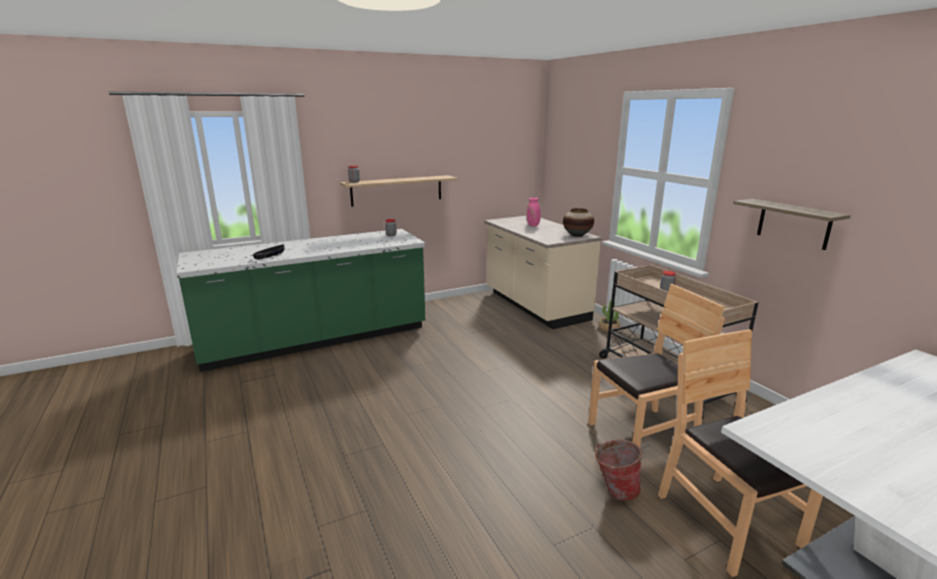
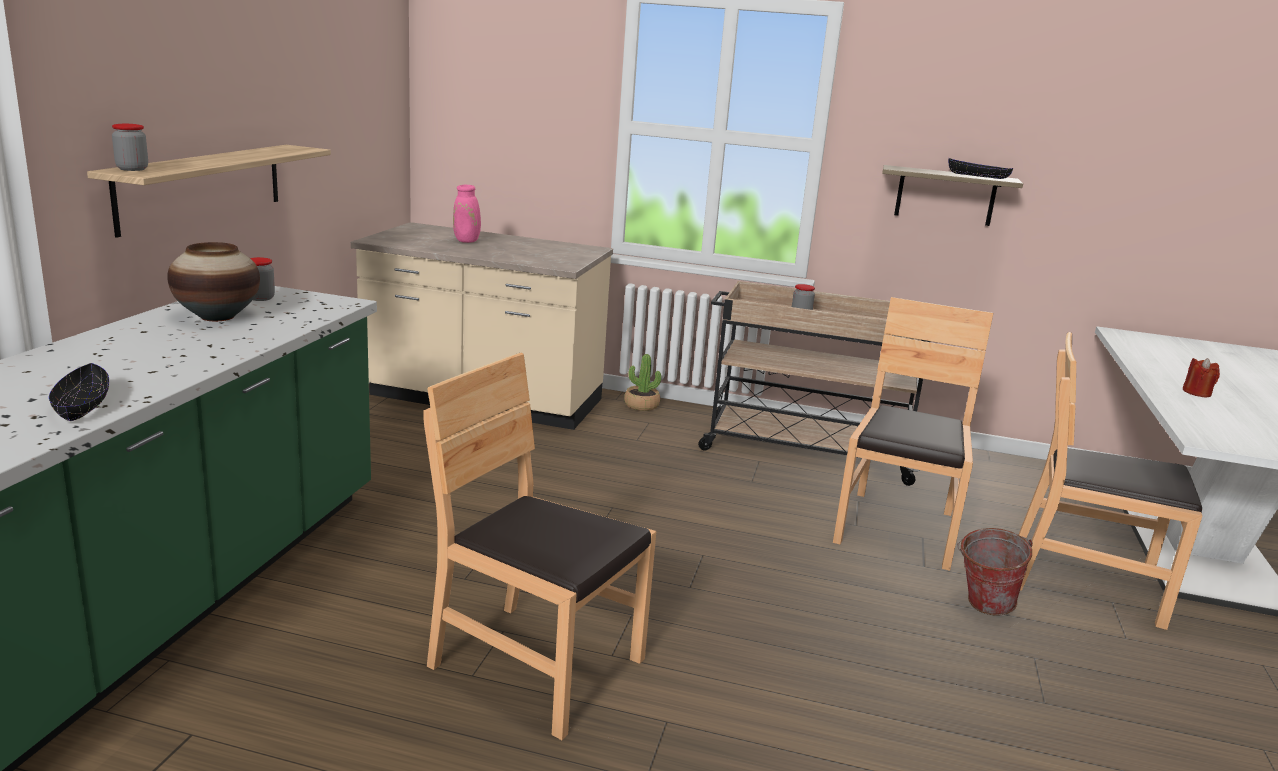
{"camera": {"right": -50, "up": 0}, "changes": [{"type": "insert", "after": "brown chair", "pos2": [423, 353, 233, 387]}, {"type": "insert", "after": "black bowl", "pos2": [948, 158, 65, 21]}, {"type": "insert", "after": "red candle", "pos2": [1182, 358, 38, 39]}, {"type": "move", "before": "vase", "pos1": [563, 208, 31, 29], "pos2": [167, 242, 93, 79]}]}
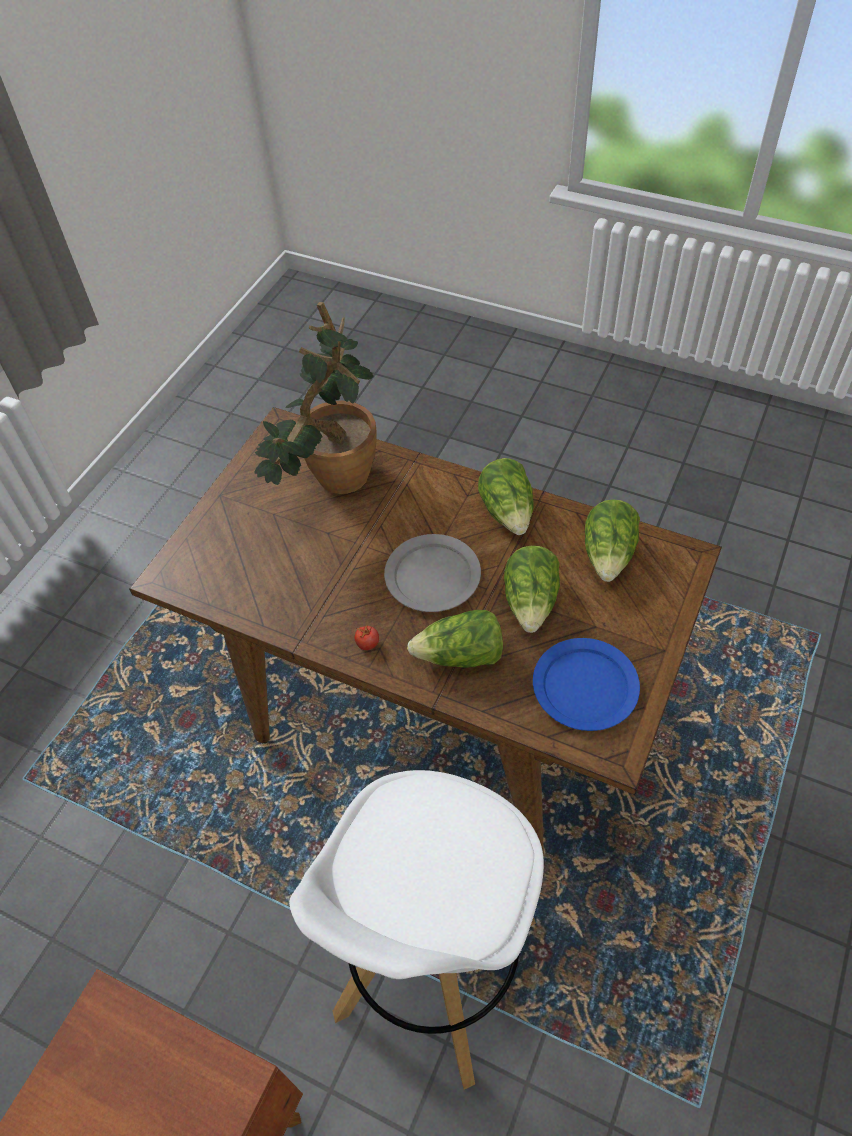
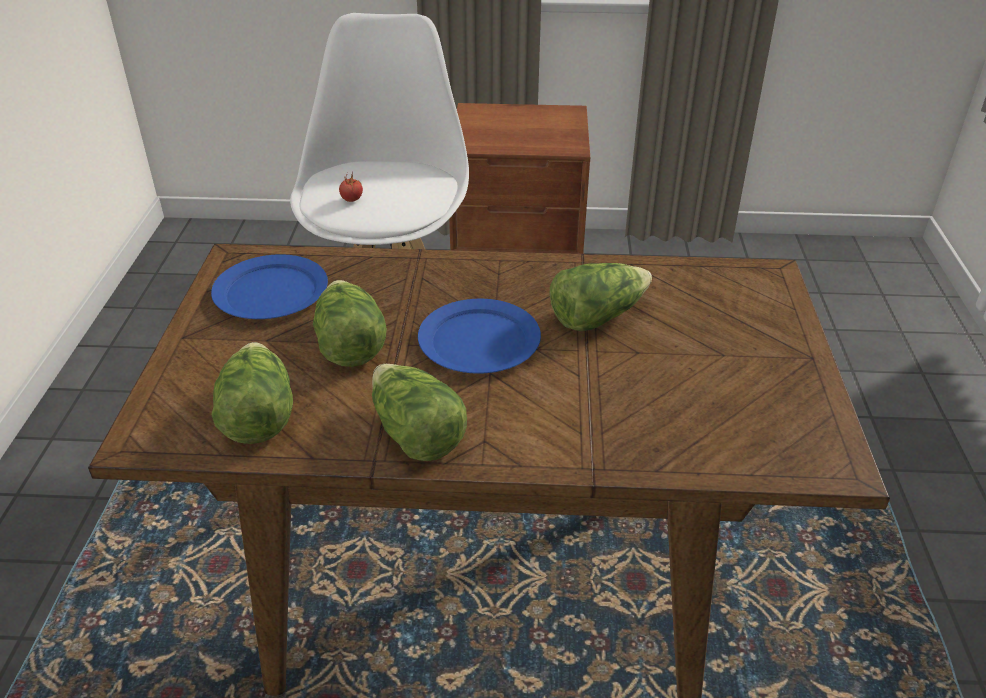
{"camera": {"right": 155, "up": -15}, "changes": [{"type": "delete", "before": "potted plant", "pos1": [254, 302, 123, 192]}, {"type": "move", "before": "tomato", "pos1": [354, 625, 25, 25], "pos2": [339, 173, 24, 29]}, {"type": "move", "before": "lettuce", "pos1": [407, 610, 96, 58], "pos2": [550, 263, 102, 69]}, {"type": "recolor", "before": "grey plate", "after": "blue plate", "pos1": [384, 534, 97, 78], "pos2": [418, 299, 123, 75]}]}
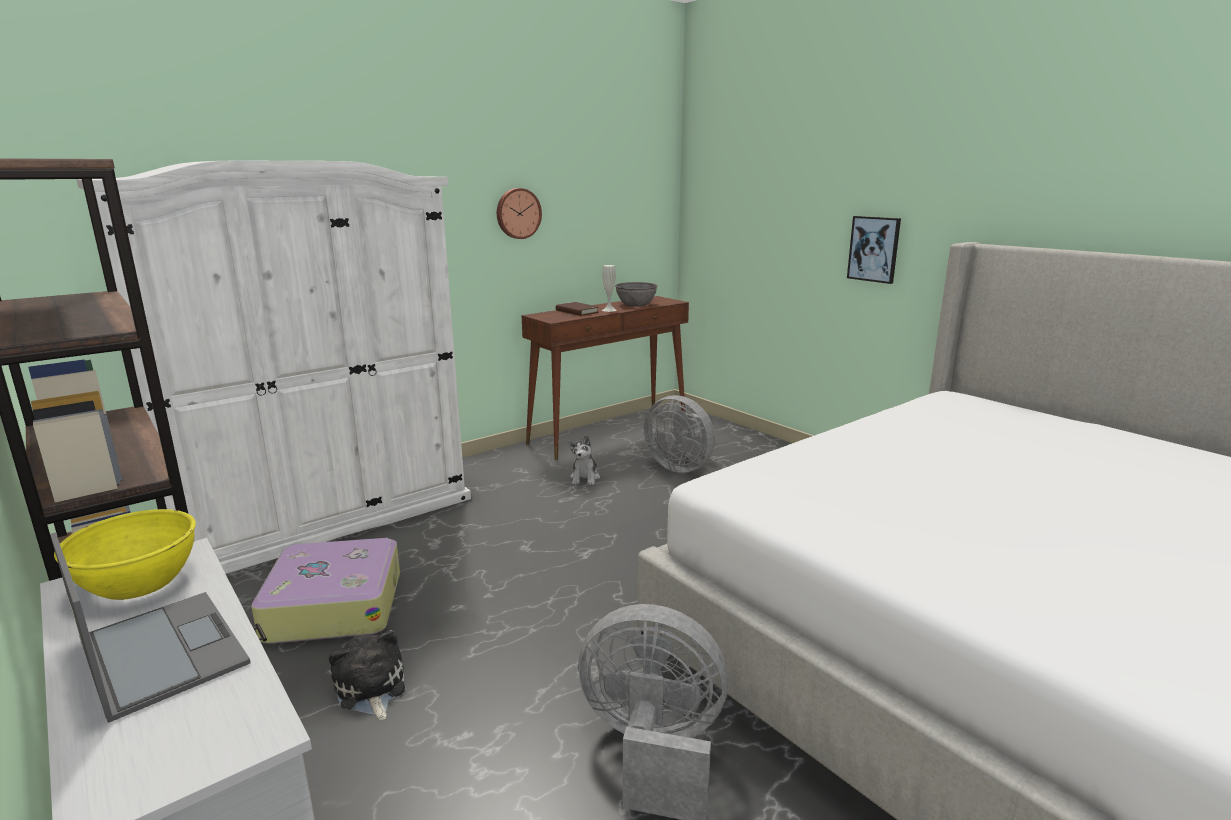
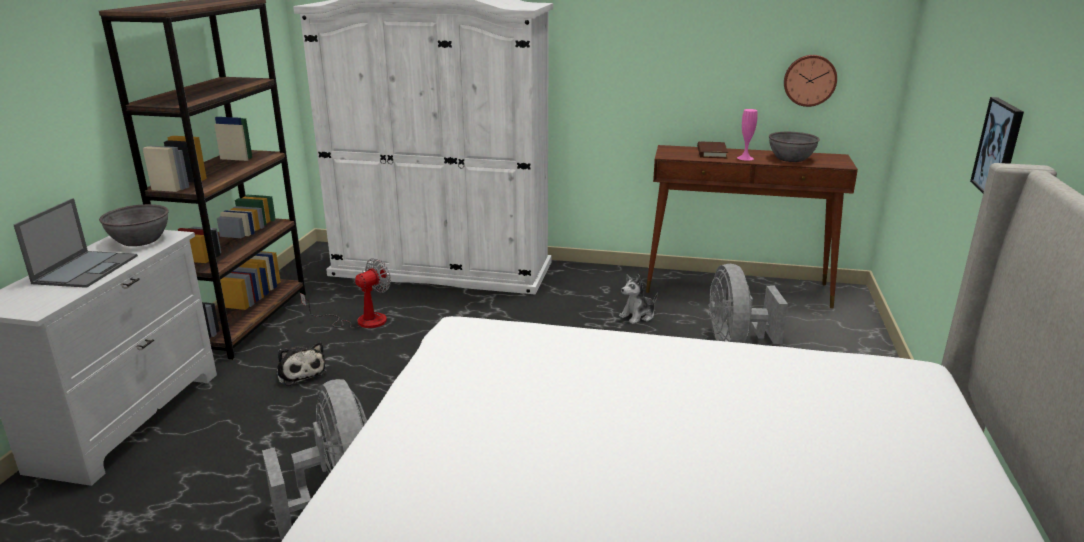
{"camera": {"right": 50, "up": 5}, "changes": [{"type": "move", "before": "wall clock", "pos1": [497, 188, 45, 51], "pos2": [784, 55, 53, 52]}, {"type": "replace", "before": "suitcase", "after": "fan", "pos1": [251, 538, 149, 106], "pos2": [300, 258, 91, 71]}, {"type": "recolor", "before": "yellow bowl", "after": "grey bowl", "pos1": [54, 509, 142, 91], "pos2": [99, 204, 70, 42]}, {"type": "recolor", "before": "white vase", "after": "pink vase", "pos1": [602, 265, 15, 47], "pos2": [737, 109, 21, 52]}, {"type": "rotate", "before": "plush toy", "pos1": [329, 630, 76, 90], "pos2": [276, 341, 51, 45], "turn": 120}]}
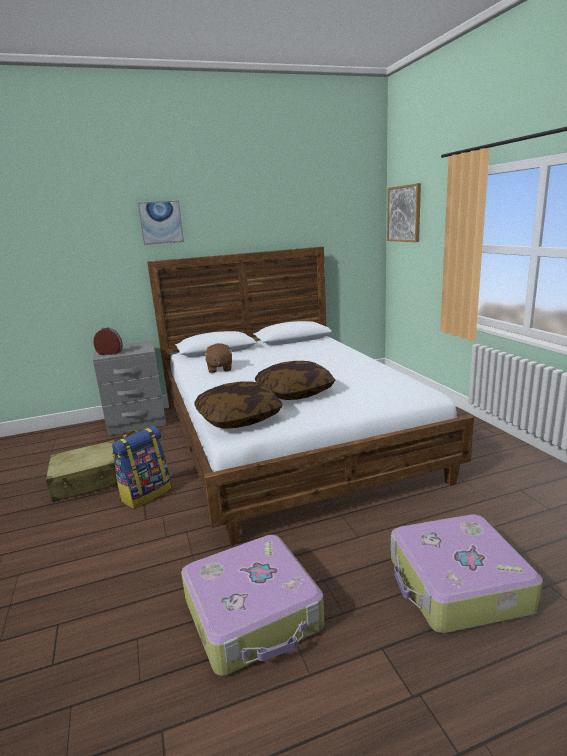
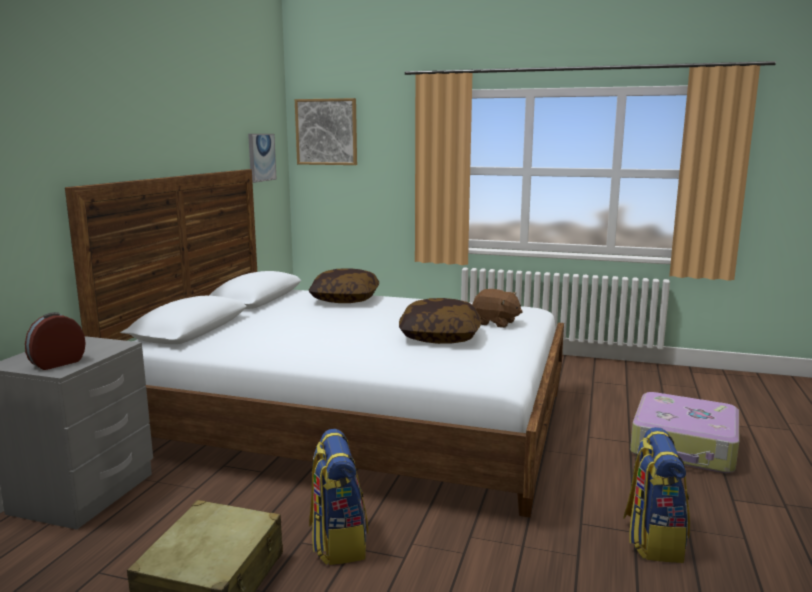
{"camera": {"right": -55, "up": -5}, "changes": [{"type": "move", "before": "picture", "pos1": [138, 201, 46, 44], "pos2": [248, 134, 29, 49]}, {"type": "move", "before": "pillow", "pos1": [194, 381, 89, 48], "pos2": [309, 268, 70, 35]}, {"type": "move", "before": "brown plush toy", "pos1": [203, 343, 30, 30], "pos2": [472, 289, 51, 39]}, {"type": "replace", "before": "suitcase", "after": "backpack", "pos1": [181, 535, 143, 141], "pos2": [623, 427, 67, 136]}]}
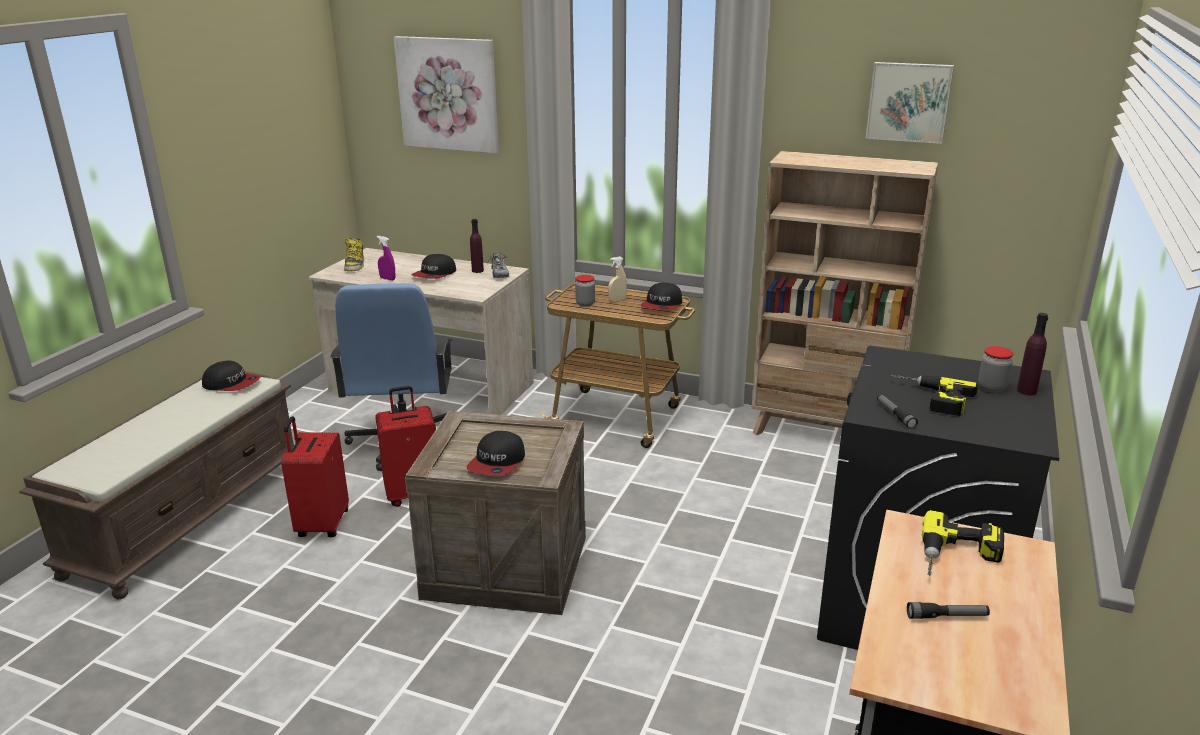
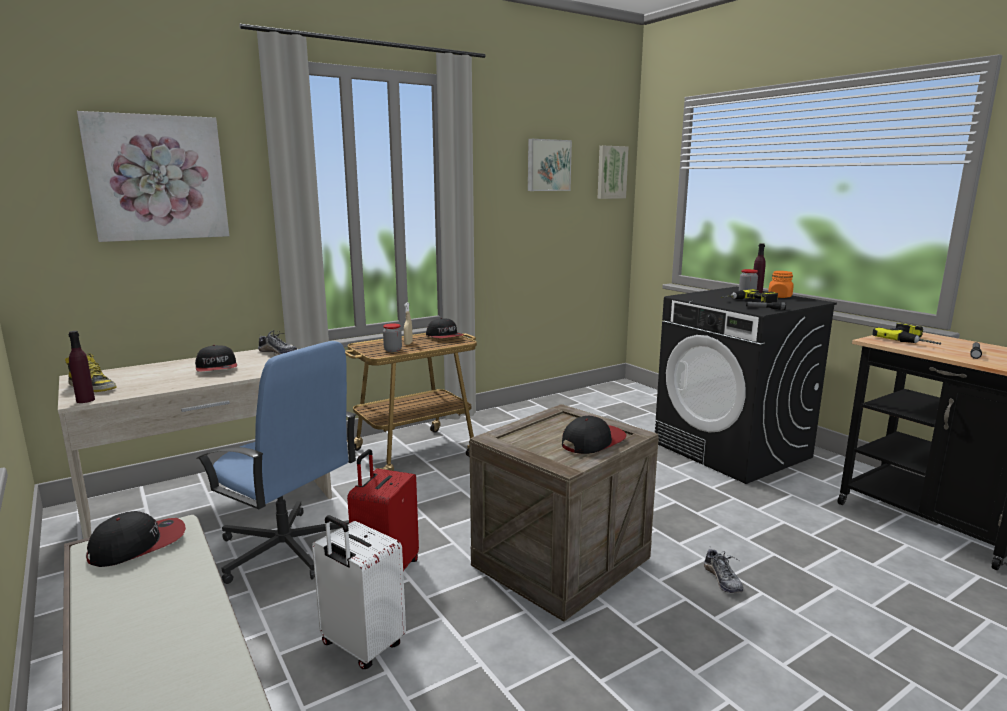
{"camera": {"right": -55, "up": -10}, "changes": [{"type": "delete", "before": "purple spray bottle", "pos1": [377, 236, 18, 44]}, {"type": "delete", "before": "beige bookcase", "pos1": [752, 151, 186, 284]}, {"type": "insert", "after": "picture", "pos2": [598, 146, 31, 53]}, {"type": "insert", "after": "shoe", "pos2": [704, 549, 39, 44]}, {"type": "insert", "after": "orange jar", "pos2": [768, 271, 26, 27]}, {"type": "move", "before": "purple bottle", "pos1": [470, 219, 14, 54], "pos2": [68, 331, 27, 72]}, {"type": "recolor", "before": "red suitcase", "after": "white suitcase", "pos1": [281, 416, 68, 121], "pos2": [312, 515, 94, 154]}, {"type": "rotate", "before": "cap", "pos1": [467, 431, 58, 45], "pos2": [562, 416, 65, 38], "turn": -90}]}
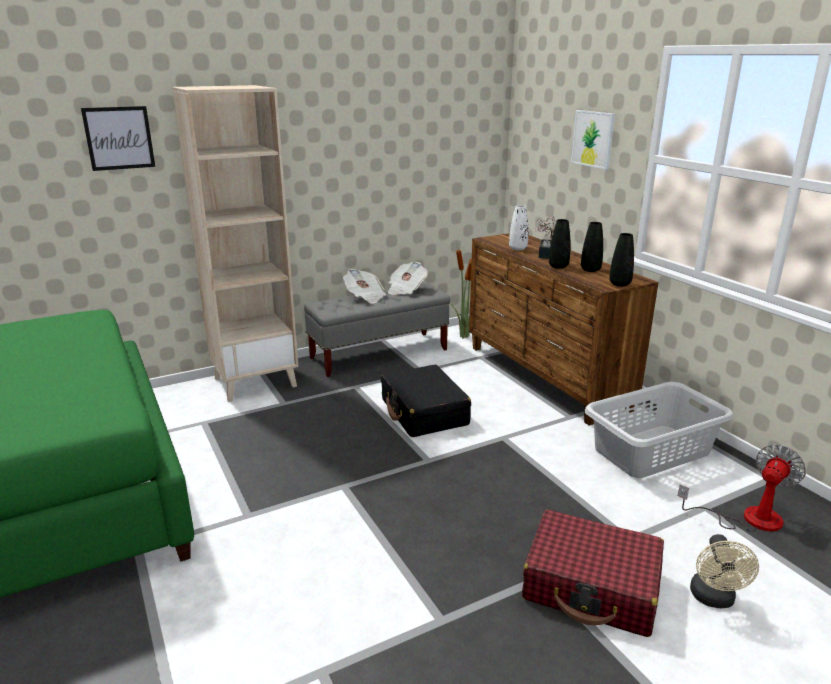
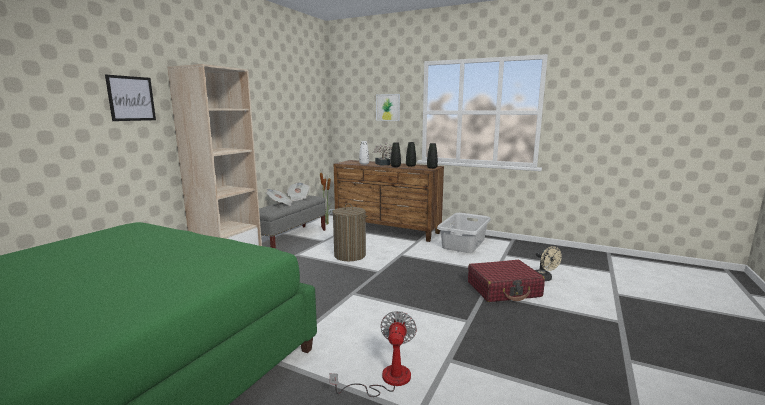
{"camera": {"right": -35, "up": -10}, "changes": [{"type": "move", "before": "fan", "pos1": [678, 444, 128, 88], "pos2": [330, 311, 87, 86]}, {"type": "replace", "before": "black suitcase", "after": "laundry basket", "pos1": [381, 365, 90, 72], "pos2": [332, 203, 35, 58]}]}
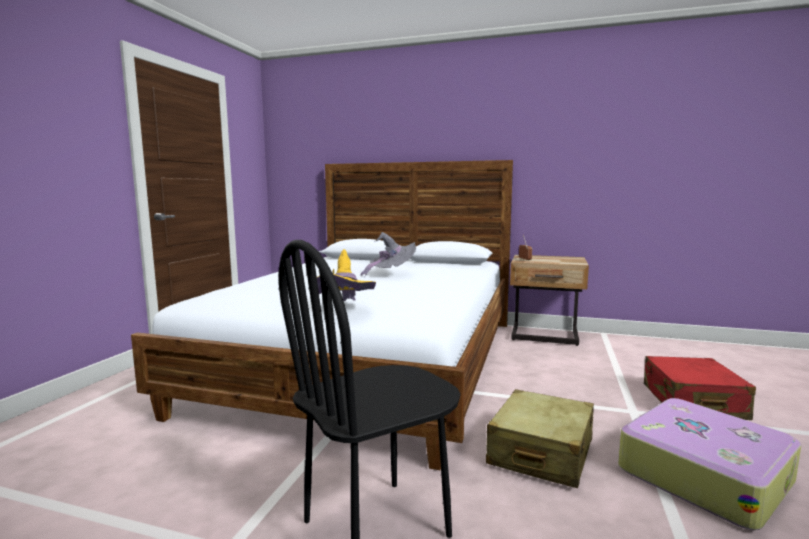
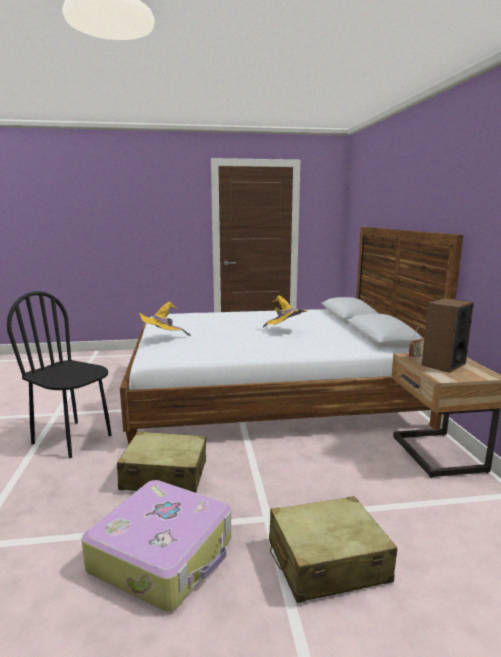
{"camera": {"right": 65, "up": 5}, "changes": [{"type": "insert", "after": "speaker", "pos2": [422, 298, 52, 75]}, {"type": "recolor", "before": "grey hat", "after": "yellow hat", "pos1": [361, 232, 55, 45], "pos2": [262, 295, 45, 33]}, {"type": "recolor", "before": "red suitcase", "after": "beige suitcase", "pos1": [644, 356, 112, 64], "pos2": [269, 496, 128, 107]}]}
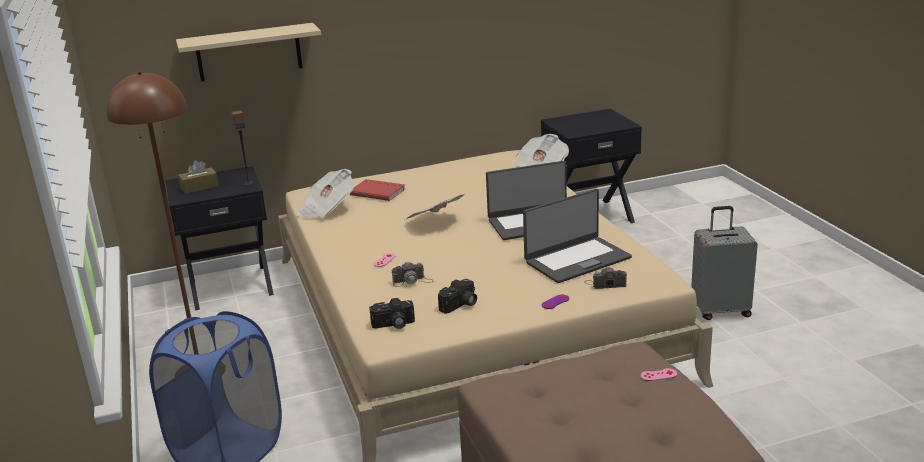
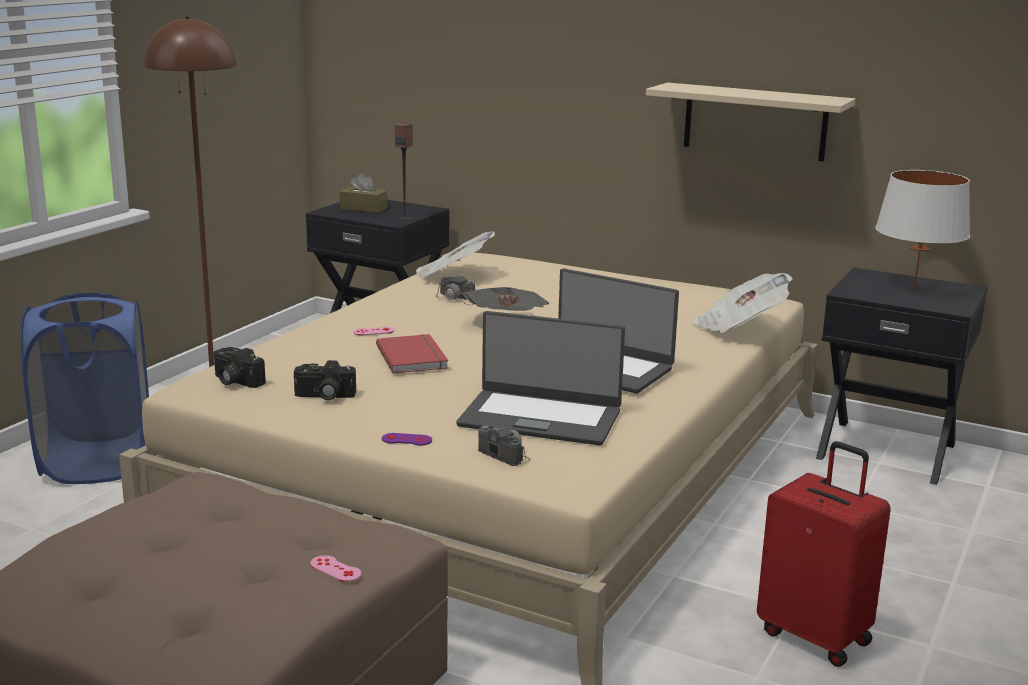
{"camera": {"right": 45, "up": -5}, "changes": [{"type": "insert", "after": "white table lamp", "pos2": [875, 170, 95, 119]}, {"type": "move", "before": "beige shelf", "pos1": [176, 23, 145, 59], "pos2": [646, 82, 209, 79]}, {"type": "move", "before": "red book", "pos1": [350, 179, 55, 22], "pos2": [376, 334, 72, 39]}, {"type": "move", "before": "photo camera", "pos1": [392, 262, 41, 25], "pos2": [436, 274, 39, 31]}, {"type": "recolor", "before": "grey suitcase", "after": "red suitcase", "pos1": [691, 206, 67, 114], "pos2": [757, 441, 134, 226]}]}
